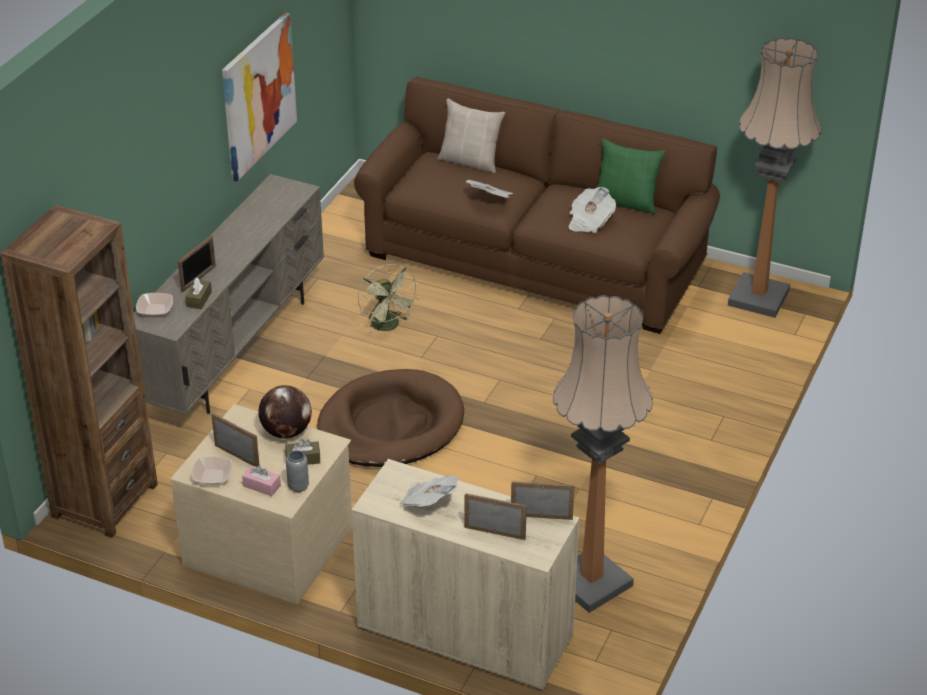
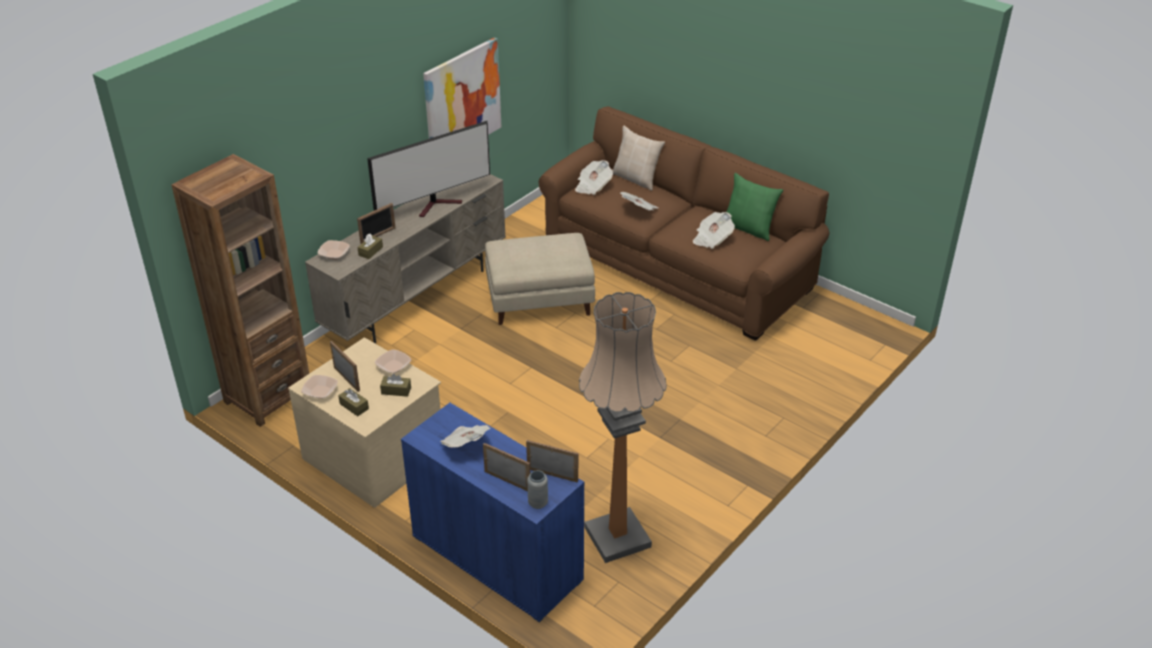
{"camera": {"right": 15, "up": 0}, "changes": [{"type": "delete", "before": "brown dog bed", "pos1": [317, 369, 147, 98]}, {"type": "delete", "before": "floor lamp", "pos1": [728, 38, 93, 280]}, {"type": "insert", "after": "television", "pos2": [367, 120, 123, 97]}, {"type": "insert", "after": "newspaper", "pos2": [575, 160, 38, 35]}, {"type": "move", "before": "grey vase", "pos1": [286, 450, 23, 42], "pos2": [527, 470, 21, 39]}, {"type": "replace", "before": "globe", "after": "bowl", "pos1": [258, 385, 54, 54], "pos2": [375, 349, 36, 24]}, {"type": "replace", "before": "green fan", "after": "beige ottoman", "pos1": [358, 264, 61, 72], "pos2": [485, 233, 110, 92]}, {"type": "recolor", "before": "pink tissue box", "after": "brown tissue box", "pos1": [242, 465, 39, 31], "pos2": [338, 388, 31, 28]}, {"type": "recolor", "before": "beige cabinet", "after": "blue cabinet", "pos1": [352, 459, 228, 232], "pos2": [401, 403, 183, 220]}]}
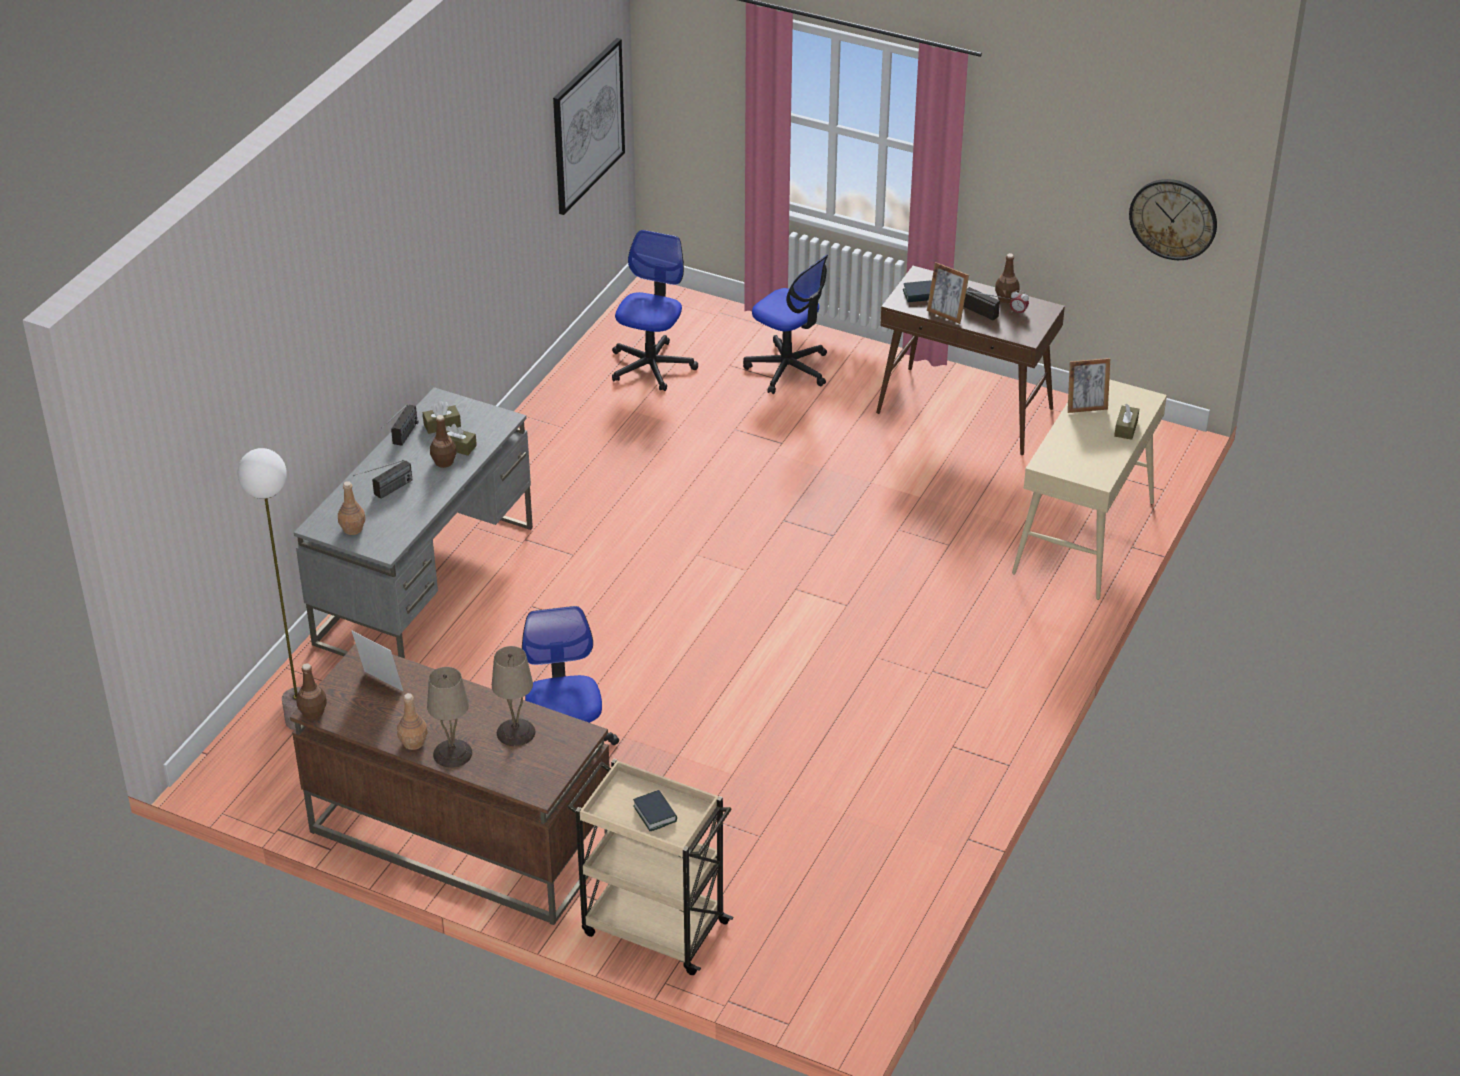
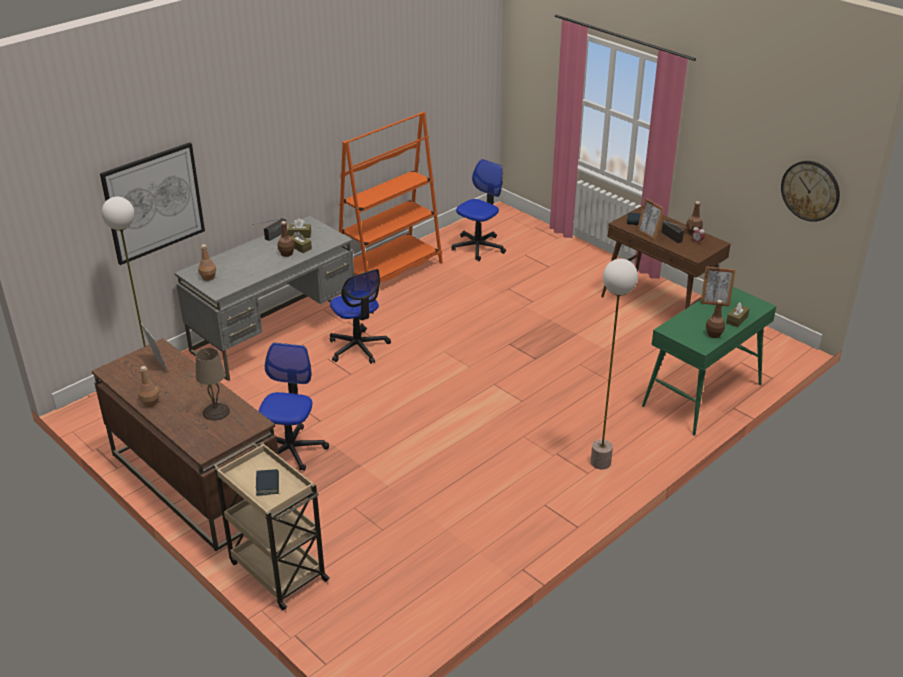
{"camera": {"right": 20, "up": -5}, "changes": [{"type": "delete", "before": "radio", "pos1": [353, 460, 59, 39]}, {"type": "delete", "before": "beige table lamp", "pos1": [427, 667, 45, 101]}, {"type": "insert", "after": "orange bookcase", "pos2": [339, 111, 104, 171]}, {"type": "insert", "after": "floor lamp", "pos2": [591, 259, 47, 210]}, {"type": "move", "before": "brown bottle", "pos1": [296, 663, 31, 57], "pos2": [706, 300, 19, 38]}, {"type": "move", "before": "picture", "pos1": [553, 38, 72, 177], "pos2": [100, 142, 105, 123]}, {"type": "move", "before": "office chair", "pos1": [743, 255, 85, 139], "pos2": [330, 269, 61, 95]}, {"type": "recolor", "before": "beige console table", "after": "green console table", "pos1": [1012, 379, 155, 221], "pos2": [642, 287, 134, 148]}]}
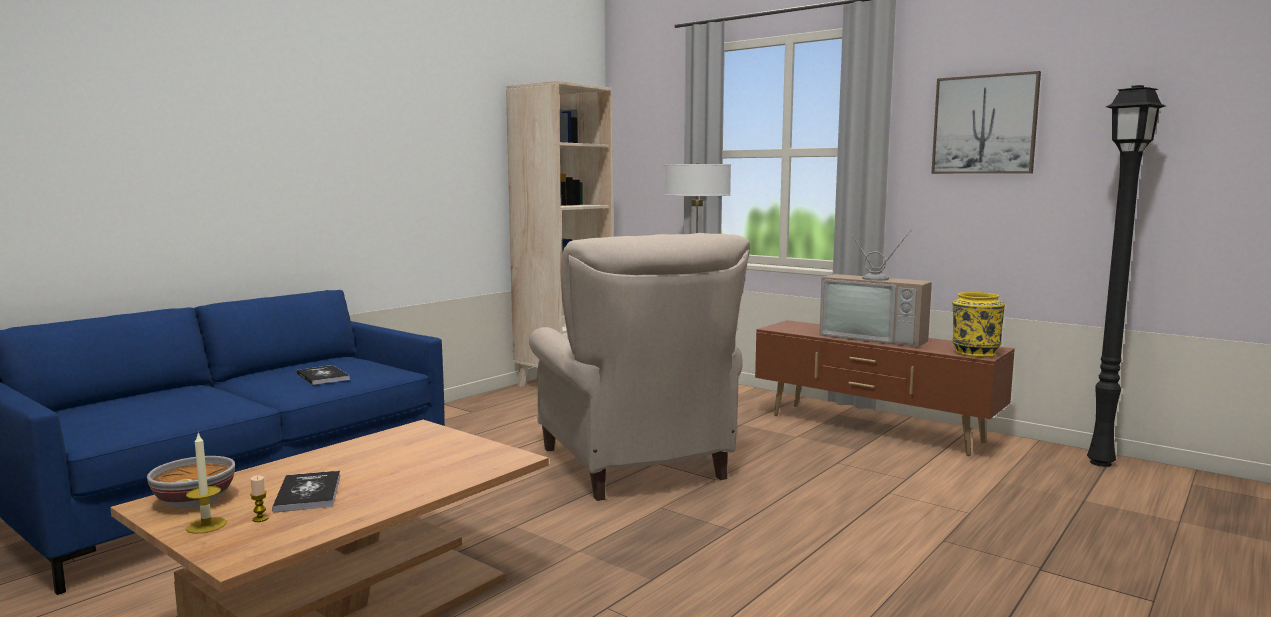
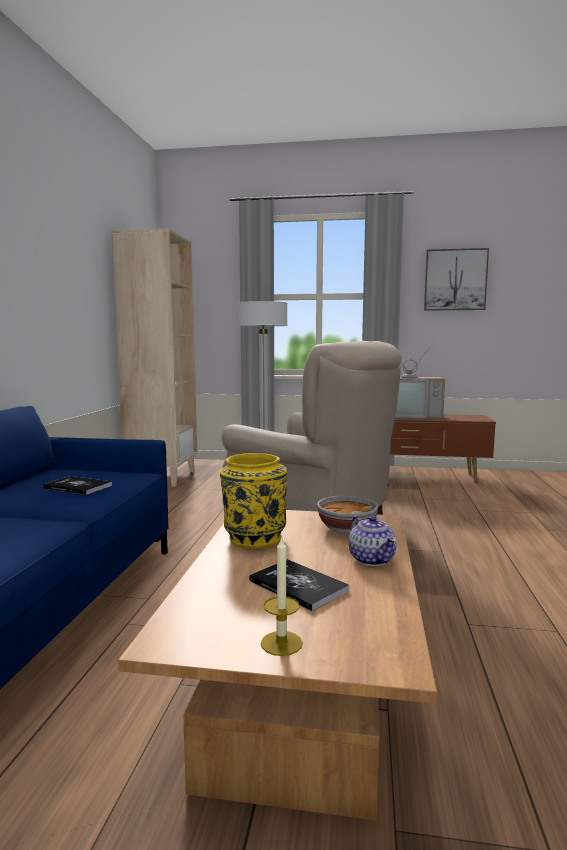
{"camera": {"right": -30, "up": 0}, "changes": [{"type": "delete", "before": "candle", "pos1": [250, 475, 19, 47]}, {"type": "delete", "before": "black floor lamp", "pos1": [1087, 85, 78, 382]}, {"type": "insert", "after": "teapot", "pos2": [349, 516, 48, 50]}, {"type": "move", "before": "bowl", "pos1": [147, 456, 88, 52], "pos2": [317, 495, 61, 39]}, {"type": "move", "before": "yellow vase", "pos1": [952, 292, 53, 66], "pos2": [220, 453, 67, 96]}]}
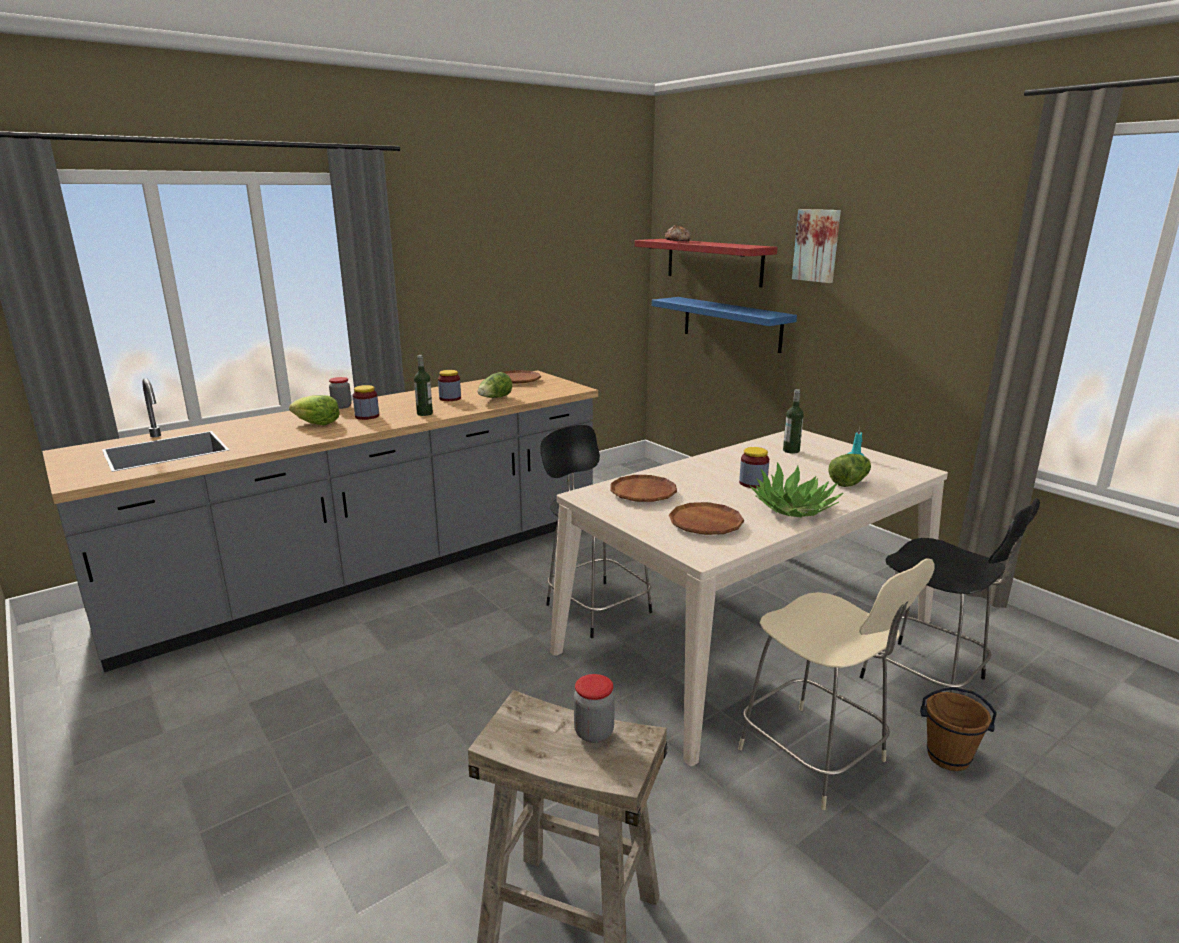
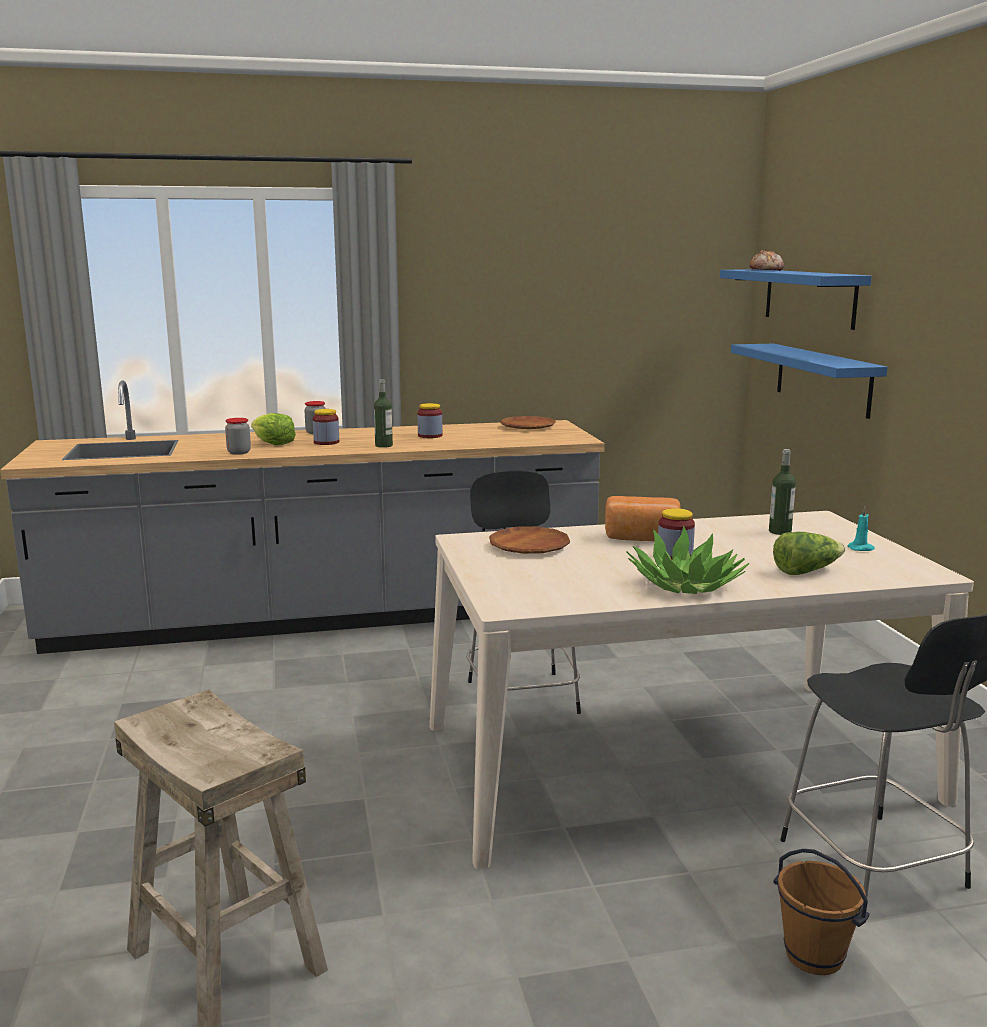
{"camera": {"right": 25, "up": -5}, "changes": [{"type": "delete", "before": "lettuce", "pos1": [478, 372, 34, 26]}, {"type": "delete", "before": "brown plate", "pos1": [669, 502, 75, 33]}, {"type": "delete", "before": "beige chair", "pos1": [738, 558, 197, 252]}, {"type": "delete", "before": "picture", "pos1": [792, 209, 49, 74]}, {"type": "insert", "after": "bread", "pos2": [605, 496, 76, 45]}, {"type": "move", "before": "jar", "pos1": [574, 674, 41, 69], "pos2": [225, 418, 26, 37]}, {"type": "recolor", "before": "red shelf", "after": "blue shelf", "pos1": [635, 239, 143, 48], "pos2": [720, 269, 152, 61]}]}
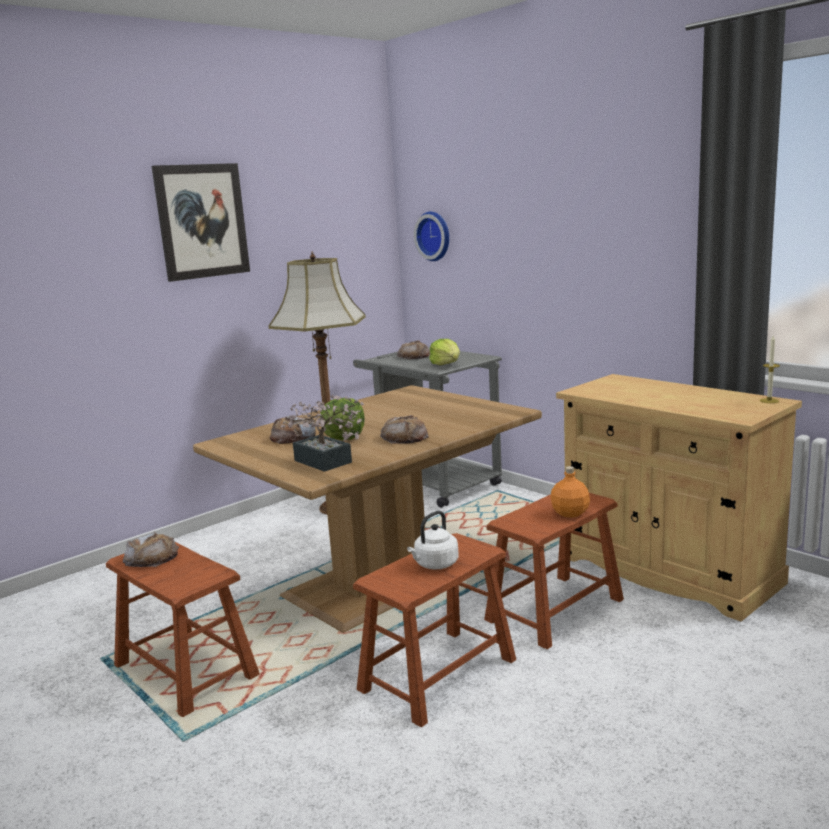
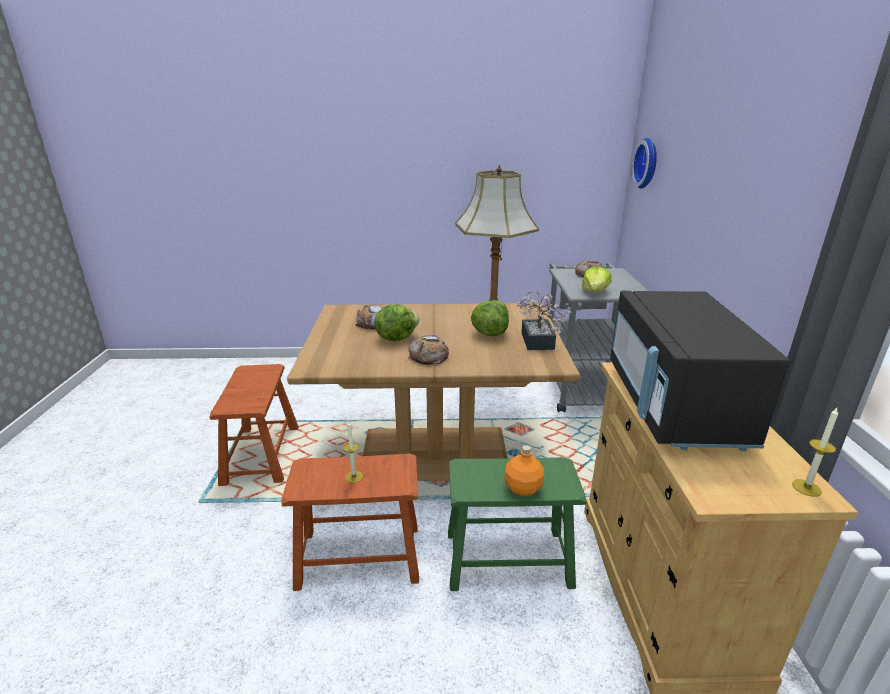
{"camera": {"right": 40, "up": 10}, "changes": [{"type": "delete", "before": "bread", "pos1": [123, 532, 56, 35]}, {"type": "delete", "before": "picture", "pos1": [152, 163, 98, 119]}, {"type": "insert", "after": "lettuce", "pos2": [471, 300, 38, 36]}, {"type": "insert", "after": "black microwave", "pos2": [610, 291, 180, 160]}, {"type": "move", "before": "potted plant", "pos1": [281, 394, 83, 78], "pos2": [517, 291, 55, 59]}, {"type": "replace", "before": "white kettle", "after": "candle", "pos1": [407, 511, 52, 58], "pos2": [343, 421, 20, 62]}, {"type": "recolor", "before": "brown stool", "after": "green stool", "pos1": [484, 493, 140, 156], "pos2": [448, 457, 139, 134]}]}
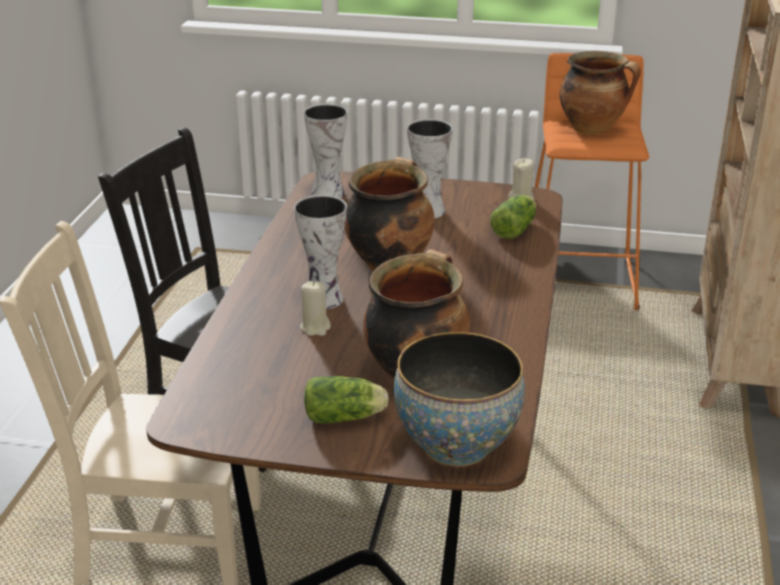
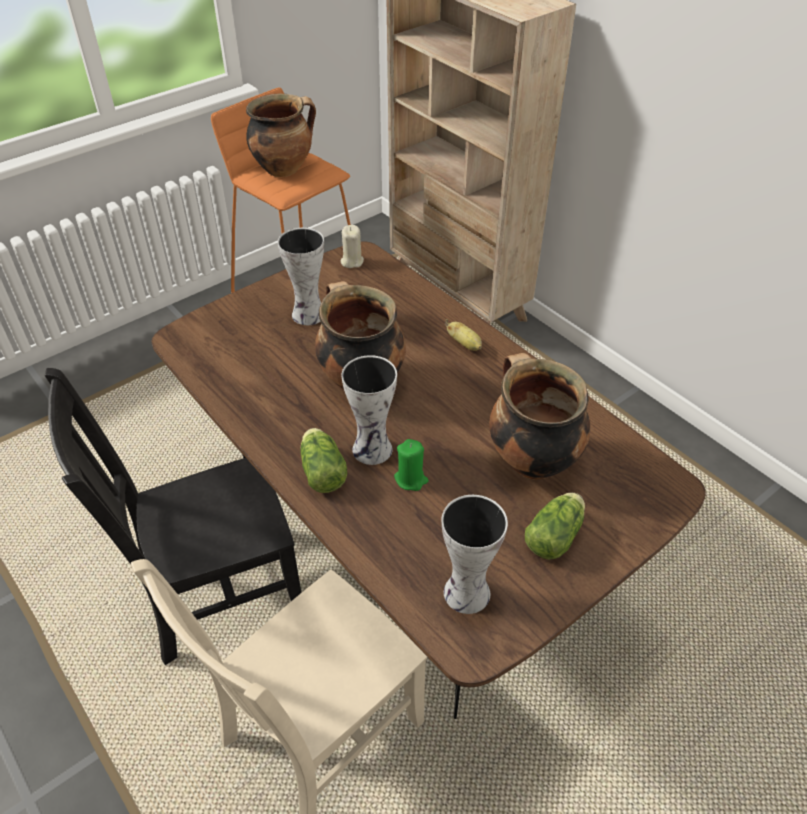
{"camera": {"right": -50, "up": 15}, "changes": [{"type": "delete", "before": "bowl", "pos1": [394, 332, 131, 135]}, {"type": "insert", "after": "banana", "pos2": [445, 319, 37, 32]}, {"type": "move", "before": "vase", "pos1": [304, 104, 44, 94], "pos2": [442, 495, 66, 119]}, {"type": "move", "before": "lettuce", "pos1": [491, 195, 45, 44], "pos2": [300, 428, 48, 65]}, {"type": "recolor", "before": "beige candle", "after": "green candle", "pos1": [300, 281, 31, 55], "pos2": [394, 439, 34, 52]}]}
